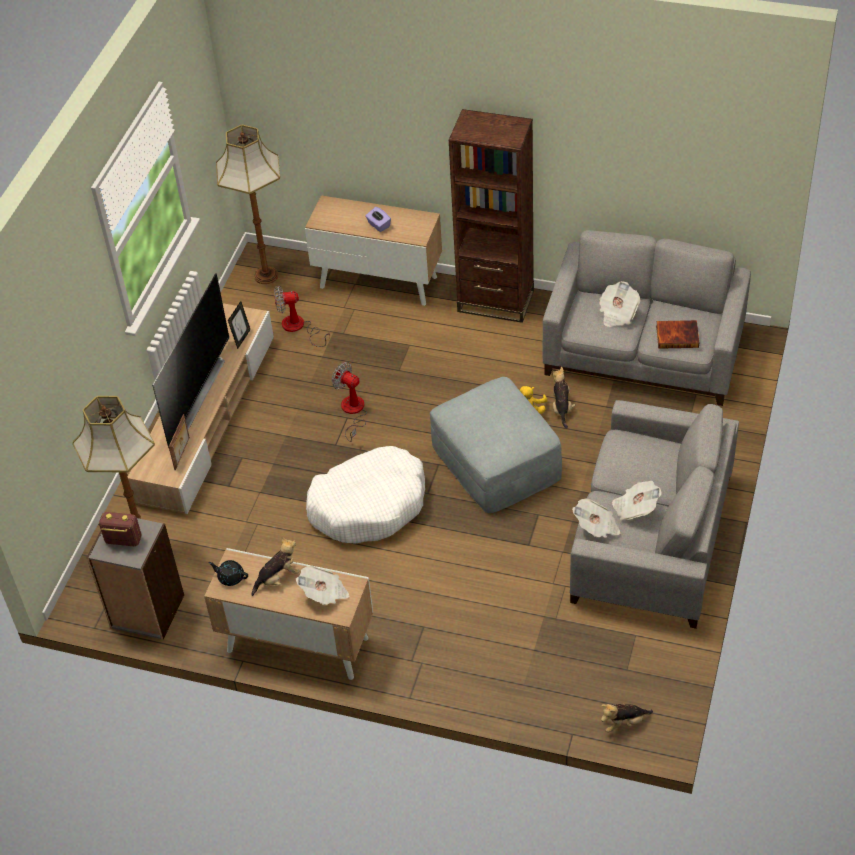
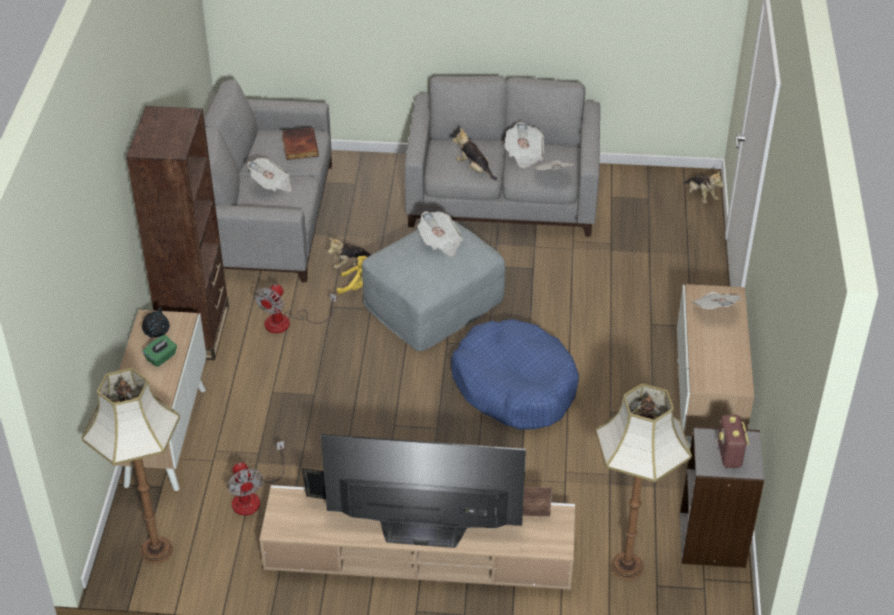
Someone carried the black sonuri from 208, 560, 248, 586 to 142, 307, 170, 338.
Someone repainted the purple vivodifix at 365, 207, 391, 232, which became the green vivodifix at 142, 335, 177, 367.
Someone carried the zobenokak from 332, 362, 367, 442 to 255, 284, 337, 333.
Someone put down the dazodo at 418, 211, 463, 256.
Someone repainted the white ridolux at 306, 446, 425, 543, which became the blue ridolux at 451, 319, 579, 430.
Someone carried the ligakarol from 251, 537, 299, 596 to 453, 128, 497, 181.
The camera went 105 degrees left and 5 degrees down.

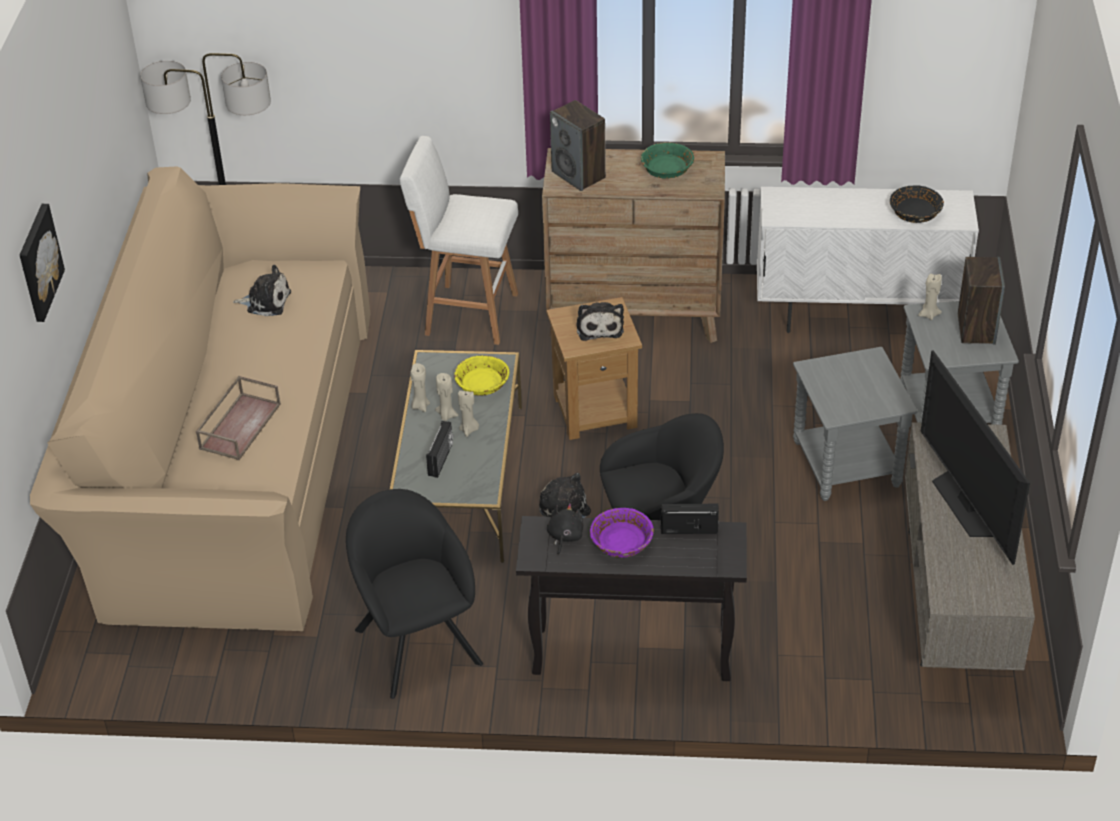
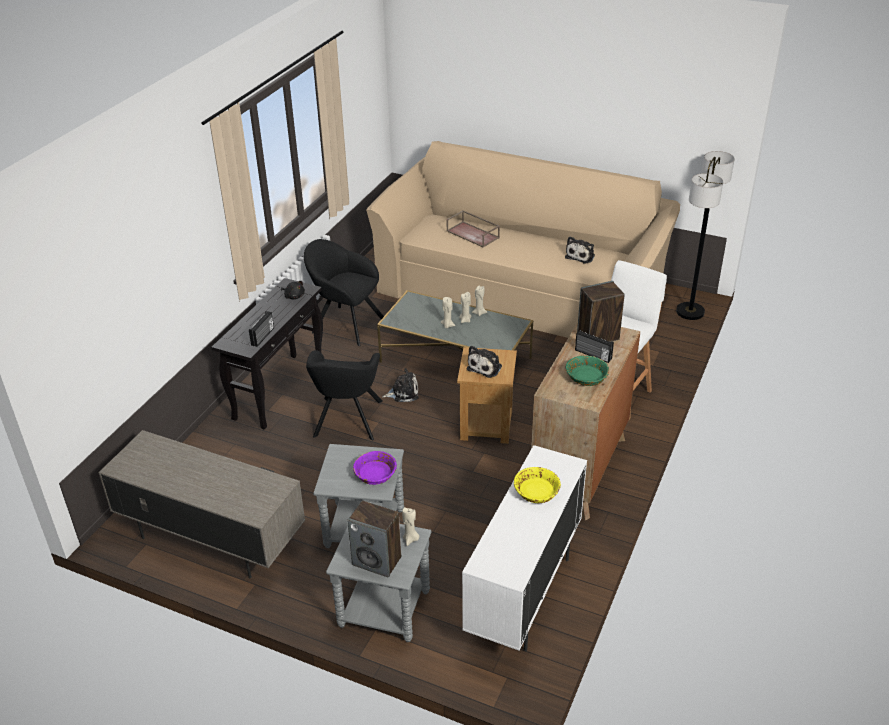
Someone rotated the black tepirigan at 346, 489, 483, 699 by 150 degrees counterclockwise.
Someone carried the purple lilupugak from 590, 508, 654, 558 to 353, 451, 397, 485.
Someone rotated the ligakarol at 576, 302, 624, 341 by 75 degrees counterclockwise.
Someone carried the yellow lilupugak from 454, 355, 510, 395 to 514, 467, 561, 503.
Someone carried the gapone from 426, 421, 453, 478 to 575, 330, 614, 363.
Someone took away the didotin at 20, 204, 65, 322.
Someone took away the black lilupugak at 890, 186, 944, 223.
Someone took away the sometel at 921, 350, 1030, 565.
The camera went 110 degrees right and 5 degrees down.

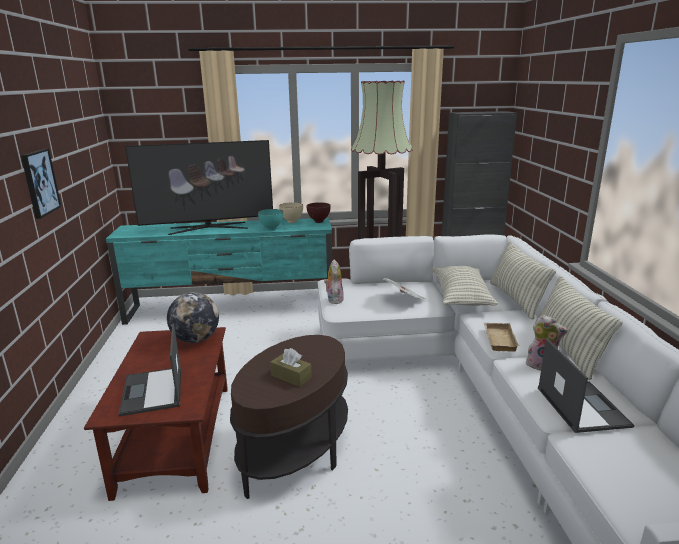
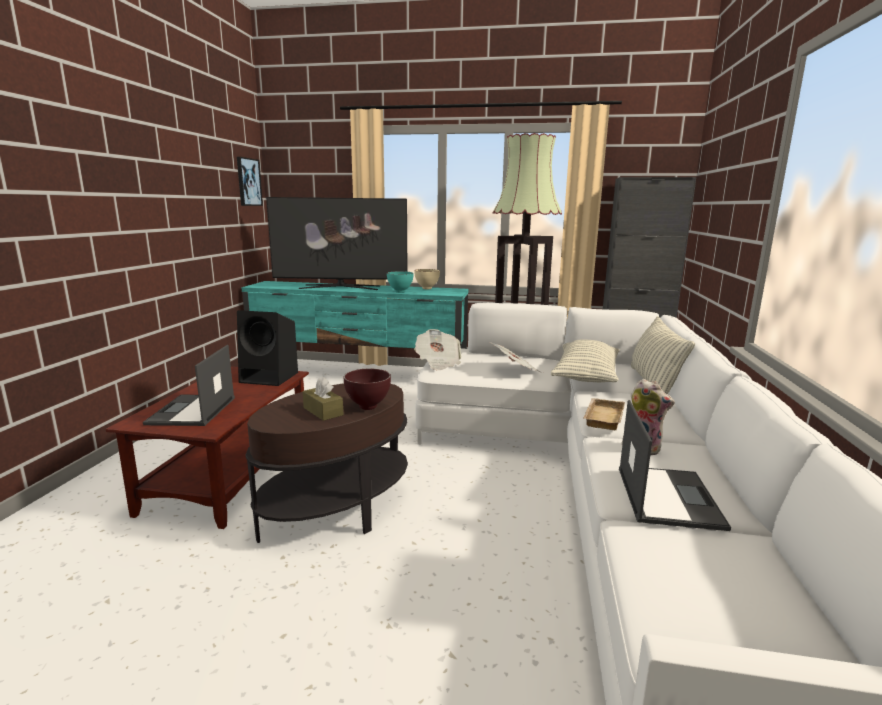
Someone carried the didotin from 21, 149, 61, 219 to 237, 157, 263, 206.
Someone swapped the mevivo at 167, 292, 219, 343 for the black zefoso at 237, 310, 298, 386.
Someone carried the brown lilupugak from 307, 202, 330, 223 to 344, 369, 391, 410.
Someone swapped the ligakarol at 324, 259, 344, 304 for the dazodo at 414, 329, 461, 370.
Someone took away the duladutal at 535, 275, 623, 380.
The camera went 15 degrees right and 5 degrees down.

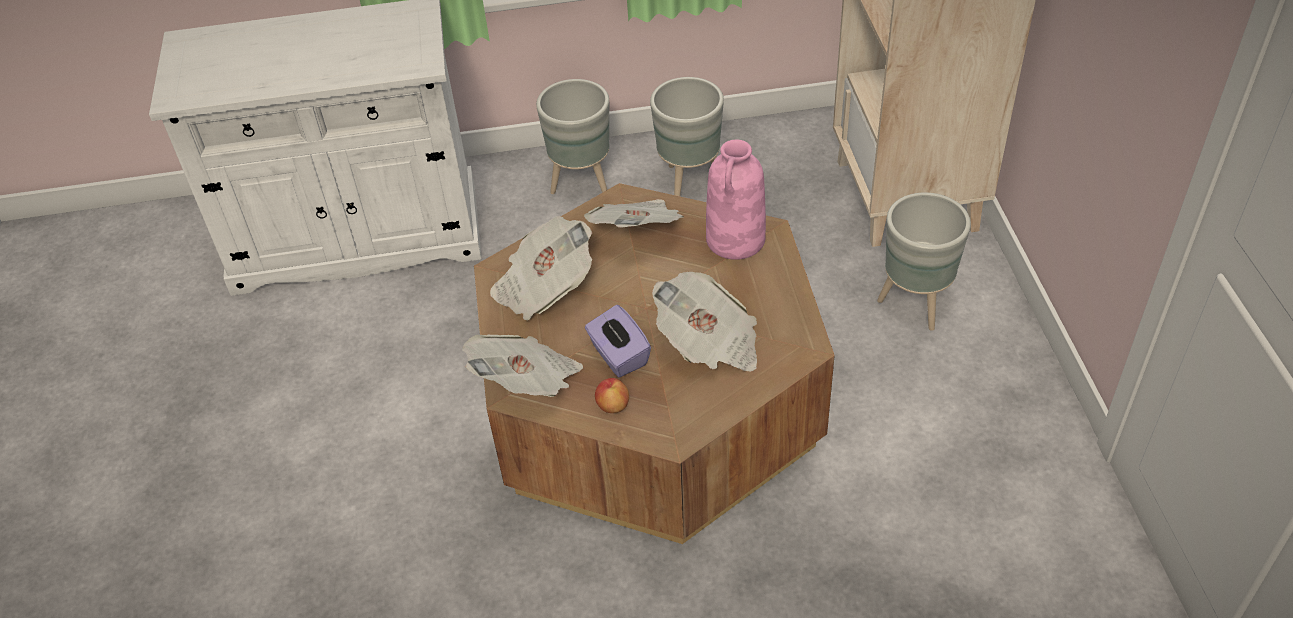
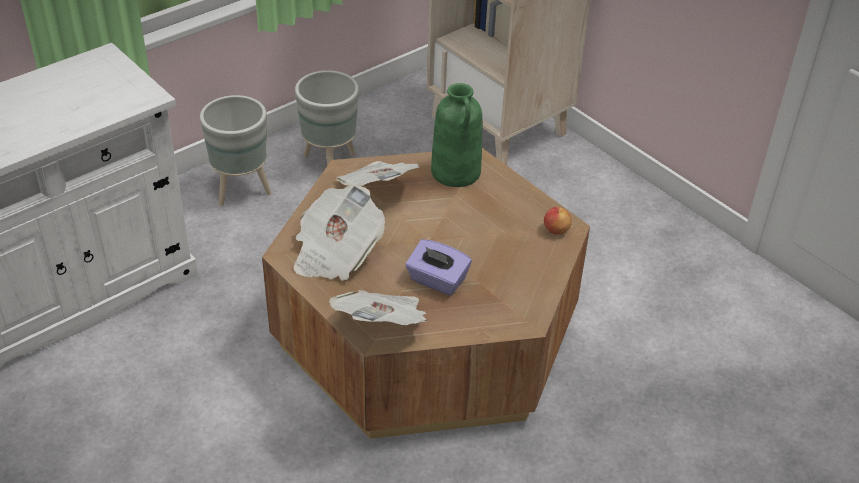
Someone repainted the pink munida at 706, 140, 766, 260, which became the green munida at 431, 83, 482, 187.
Someone carried the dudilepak from 595, 378, 629, 413 to 544, 207, 572, 235.
Someone took away the dazodo at 652, 272, 757, 372.
Someone took away the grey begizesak at 877, 193, 971, 331.
The camera went 35 degrees left and 5 degrees down.

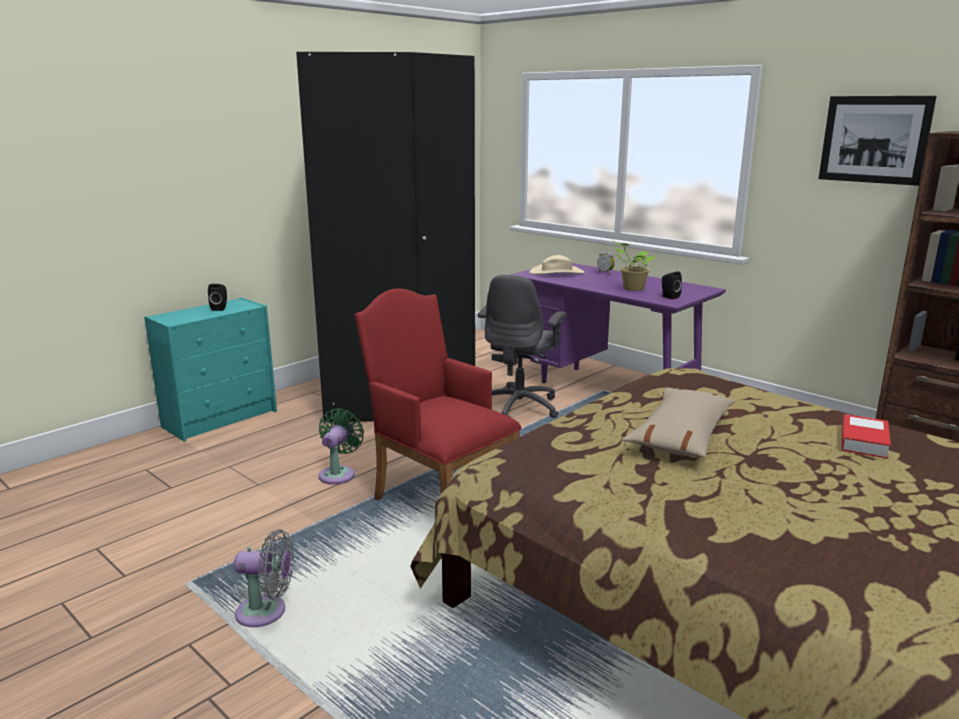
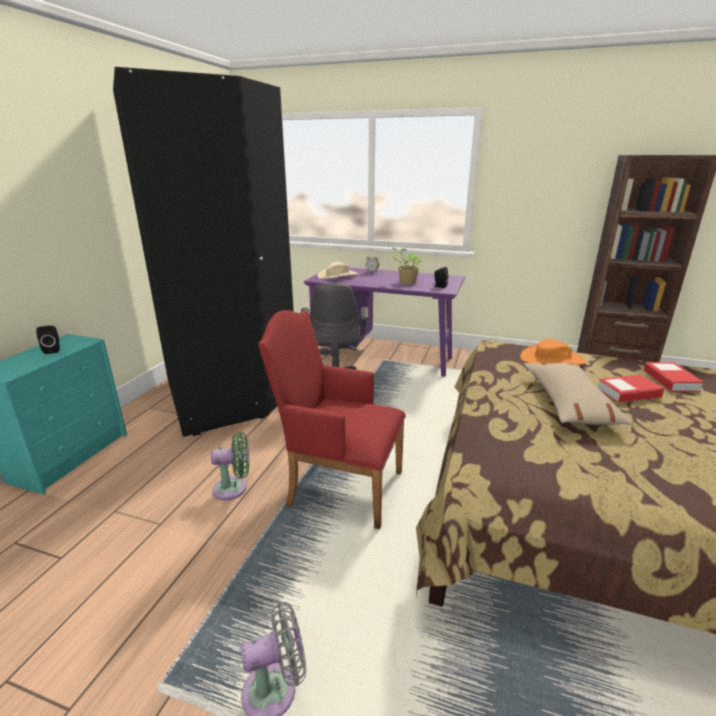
Someone rotated the green zobenokak at 319, 409, 364, 485 by 90 degrees clockwise.
Someone put down the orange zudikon at 520, 339, 586, 365.
Someone put down the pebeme at 598, 375, 664, 403.
Someone took away the didotin at 819, 96, 937, 186.
The camera went 25 degrees left and 5 degrees up.

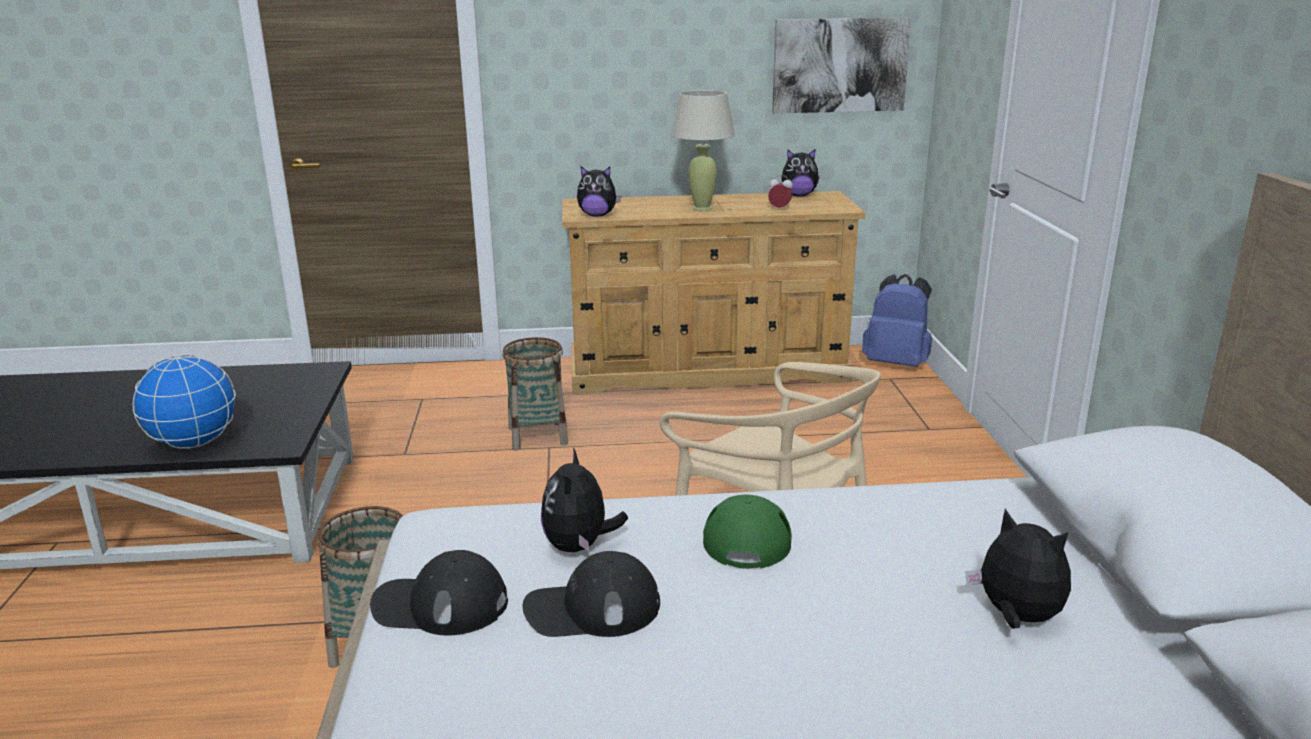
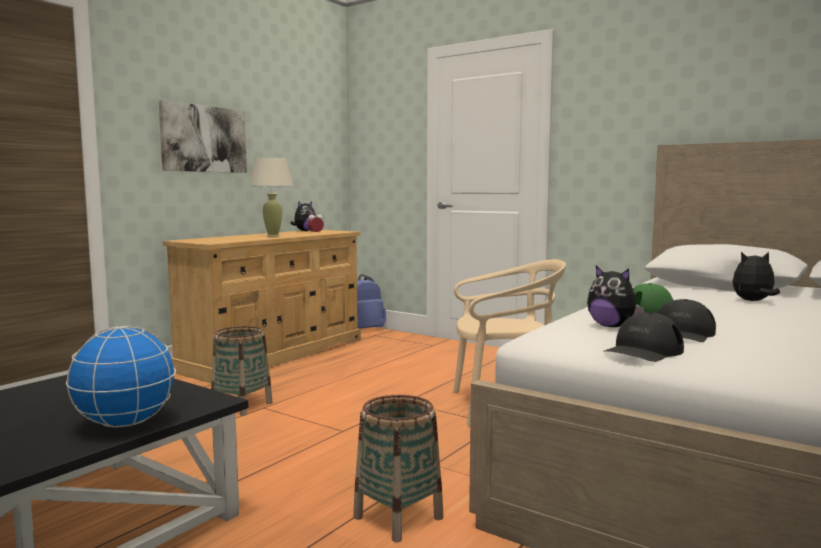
Someone carried the didotin from 772, 17, 911, 113 to 159, 100, 247, 173.
Someone took away the ligakarol at 577, 166, 621, 216.
The camera went 50 degrees left and 15 degrees down.

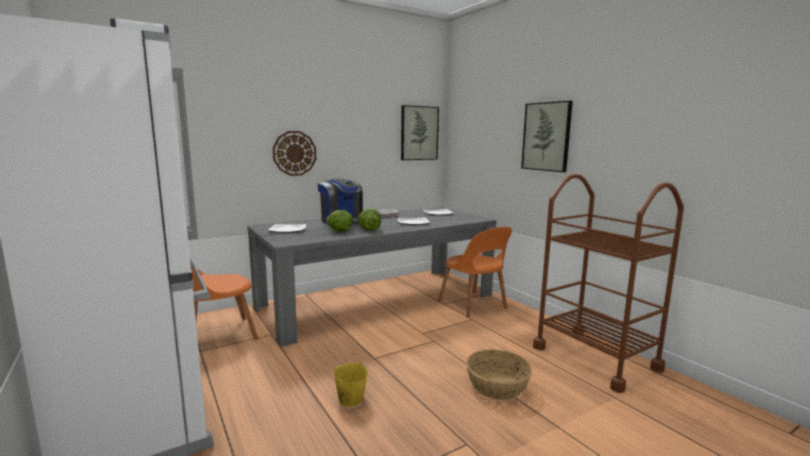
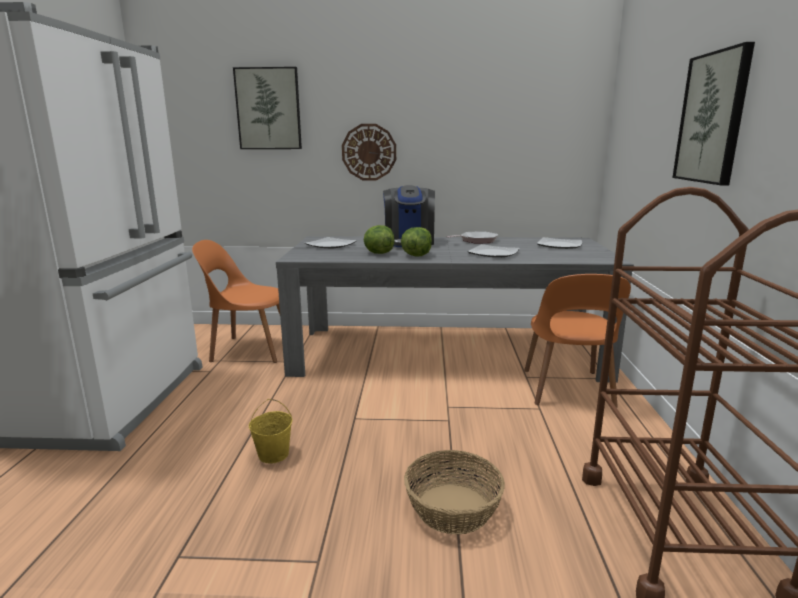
Someone carried the didotin from 401, 105, 439, 160 to 233, 67, 302, 149.
The camera went 35 degrees right and 5 degrees up.

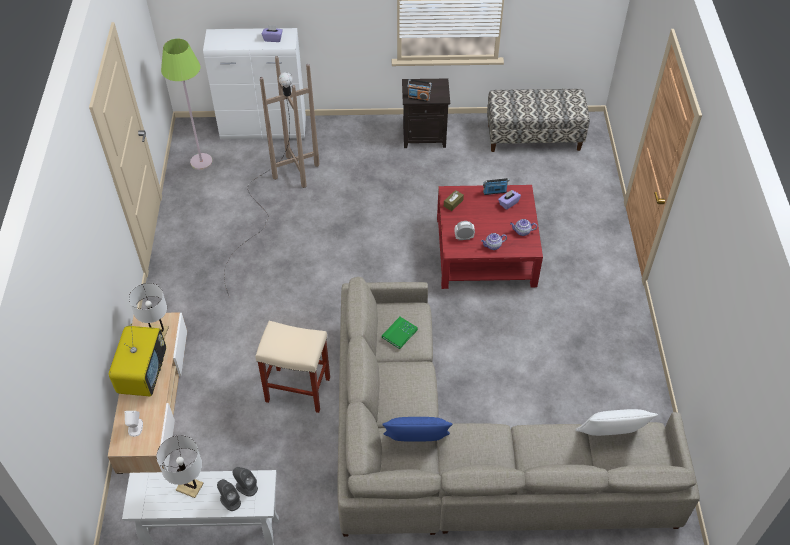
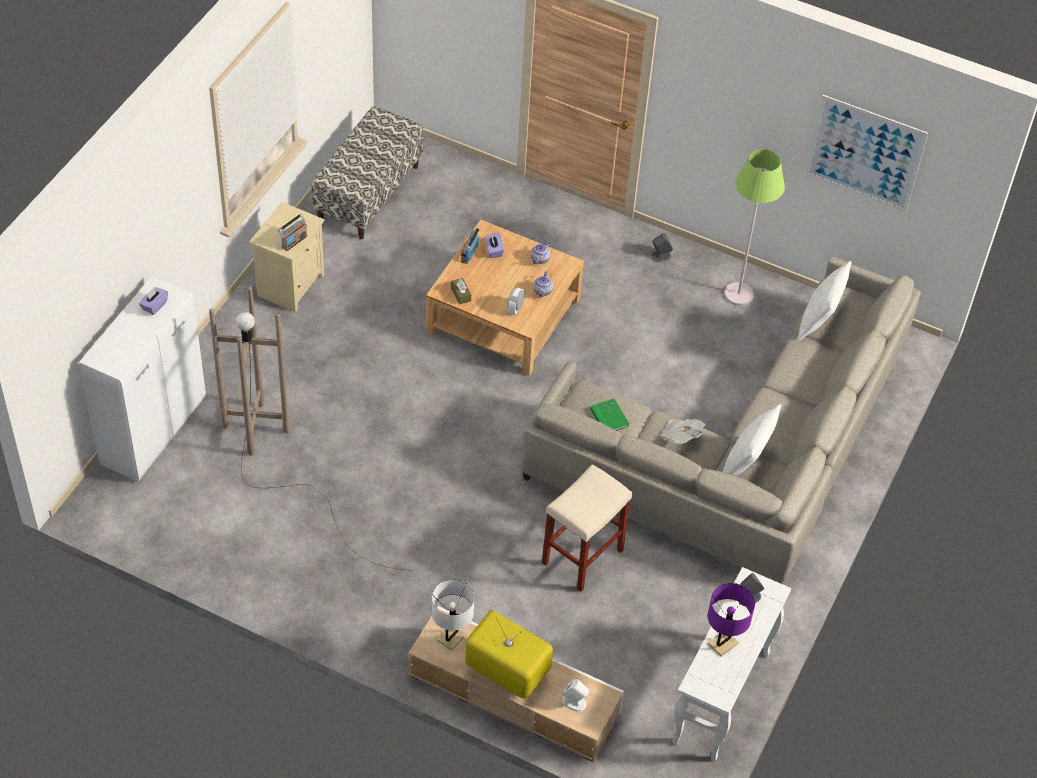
Someone repainted the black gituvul at 402, 79, 450, 148, which became the beige gituvul at 249, 202, 324, 312.
Someone repainted the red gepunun at 437, 185, 543, 289, which became the beige gepunun at 426, 220, 584, 376.
Someone carried the grey zefoso from 217, 479, 241, 511 to 651, 233, 673, 262.
Someone put down the dazodo at 660, 419, 706, 444.
Someone repainted the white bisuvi at 157, 435, 204, 498, which became the purple bisuvi at 708, 583, 755, 657.
Someone repainted the blue duladutal at 382, 417, 452, 442, which became the white duladutal at 723, 404, 781, 476.
Someone carried the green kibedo from 161, 39, 213, 170 to 725, 149, 785, 306.
Someone put up the didotin at 806, 95, 928, 212.
The camera went 65 degrees left and 0 degrees up.

